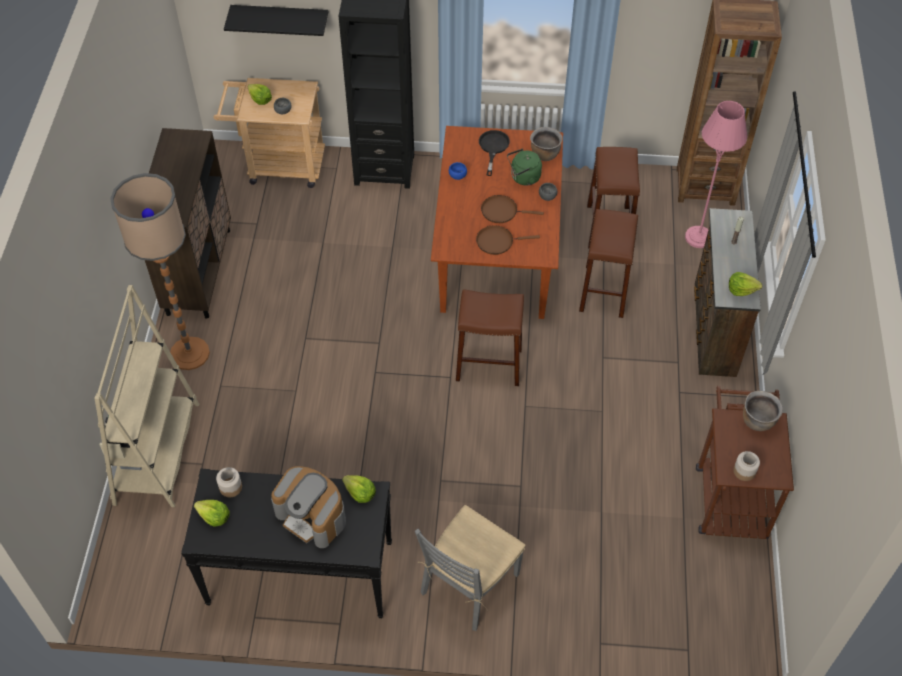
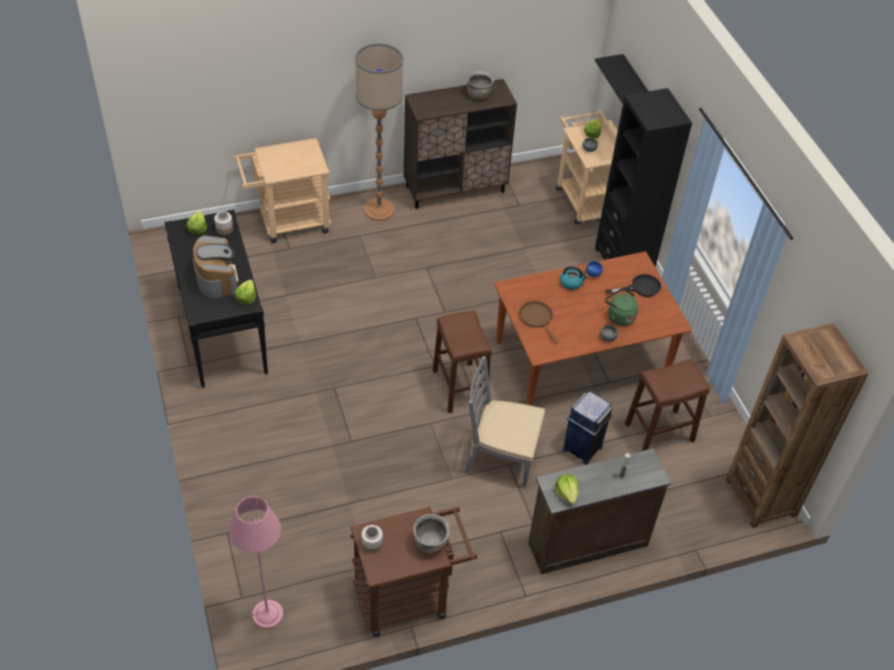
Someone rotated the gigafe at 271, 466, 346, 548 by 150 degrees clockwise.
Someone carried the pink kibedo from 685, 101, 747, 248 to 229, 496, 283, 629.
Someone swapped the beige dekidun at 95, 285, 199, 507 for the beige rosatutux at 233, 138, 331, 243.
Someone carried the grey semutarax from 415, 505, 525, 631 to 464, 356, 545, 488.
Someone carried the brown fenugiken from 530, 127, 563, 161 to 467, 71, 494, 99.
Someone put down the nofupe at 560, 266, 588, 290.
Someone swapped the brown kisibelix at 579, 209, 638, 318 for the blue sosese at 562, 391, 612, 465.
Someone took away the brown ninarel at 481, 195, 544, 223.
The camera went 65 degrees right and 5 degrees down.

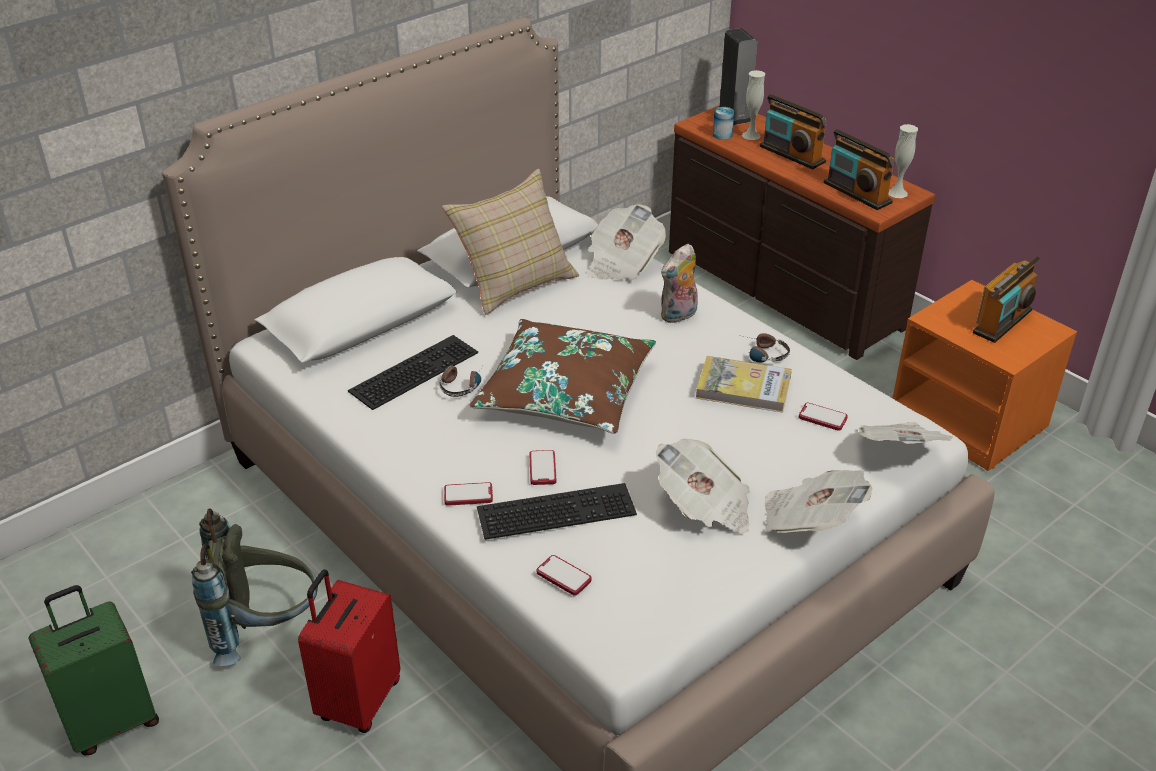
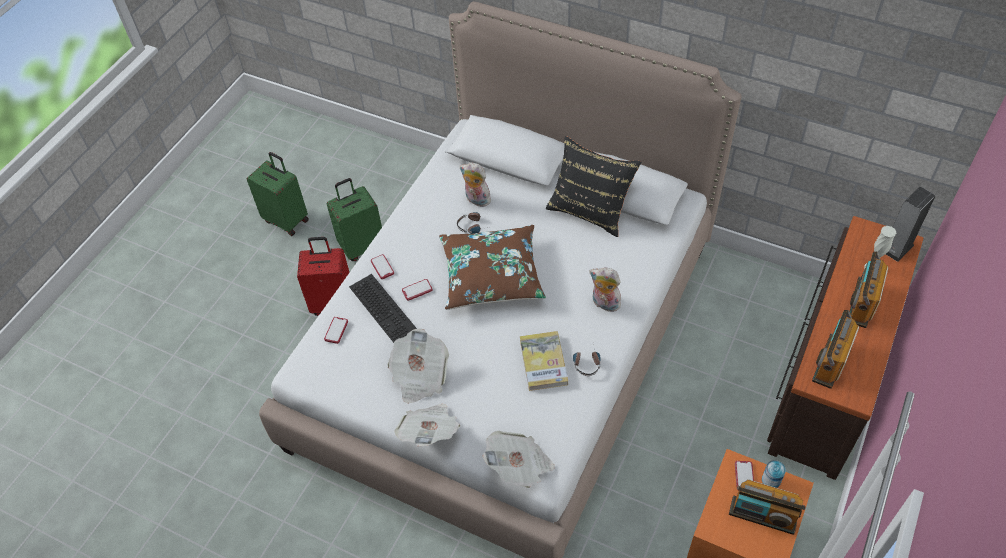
Someone swapped the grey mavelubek at 191, 508, 318, 666 for the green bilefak at 327, 178, 382, 261.
Someone swapped the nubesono at 348, 335, 478, 410 for the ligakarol at 460, 162, 491, 207.
Someone repainted the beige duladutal at 442, 169, 579, 315, which became the black duladutal at 546, 136, 641, 237.
Someone carried the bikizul from 799, 403, 848, 431 to 735, 461, 754, 491.
Someone carried the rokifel from 713, 107, 734, 140 to 762, 460, 786, 488.
Someone took away the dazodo at 588, 204, 666, 280.
Someone took away the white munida at 889, 124, 918, 198.
The camera went 70 degrees right and 15 degrees up.

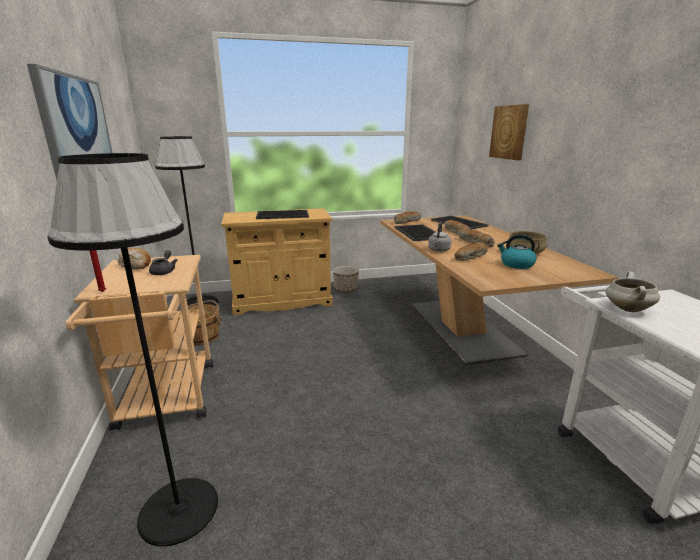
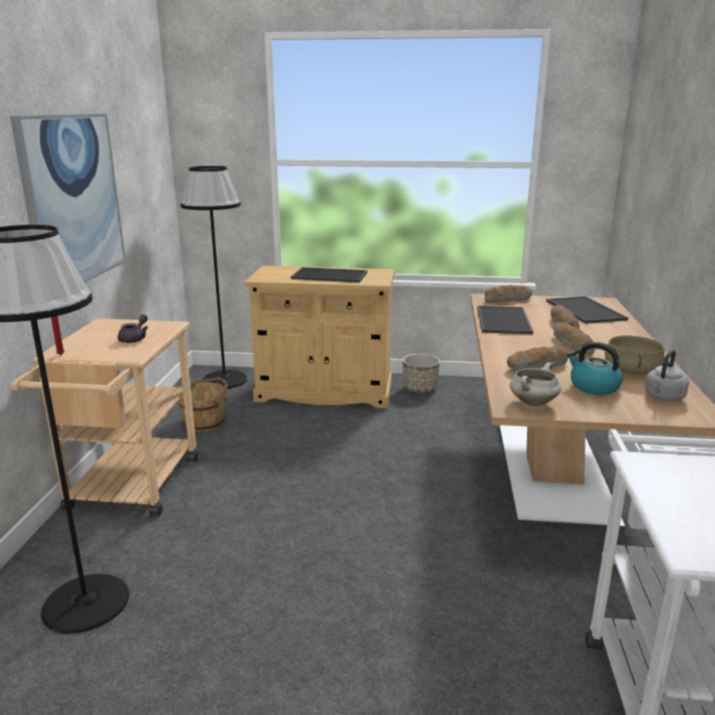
Someone carried the white fenugiken from 606, 272, 660, 312 to 510, 362, 561, 406.
Someone carried the grey nofupe from 428, 222, 451, 252 to 645, 350, 689, 401.
Someone took away the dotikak at 117, 248, 151, 269.
Someone took away the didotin at 489, 104, 529, 160.
The camera went 20 degrees right and 0 degrees up.

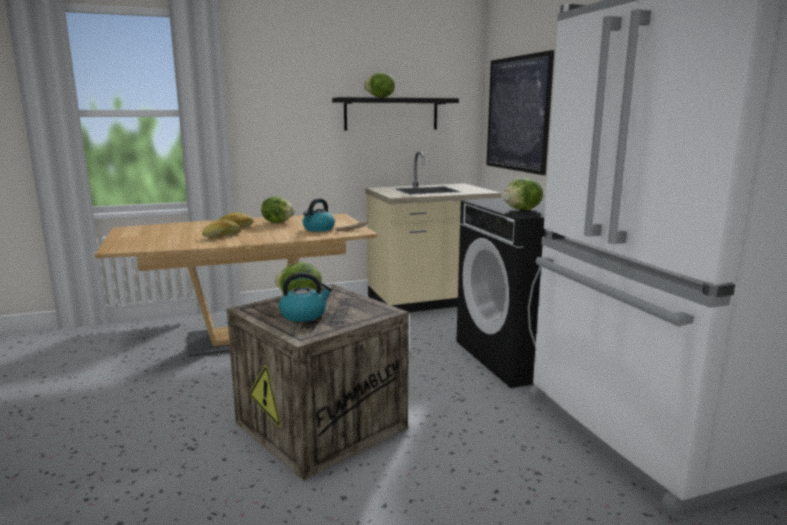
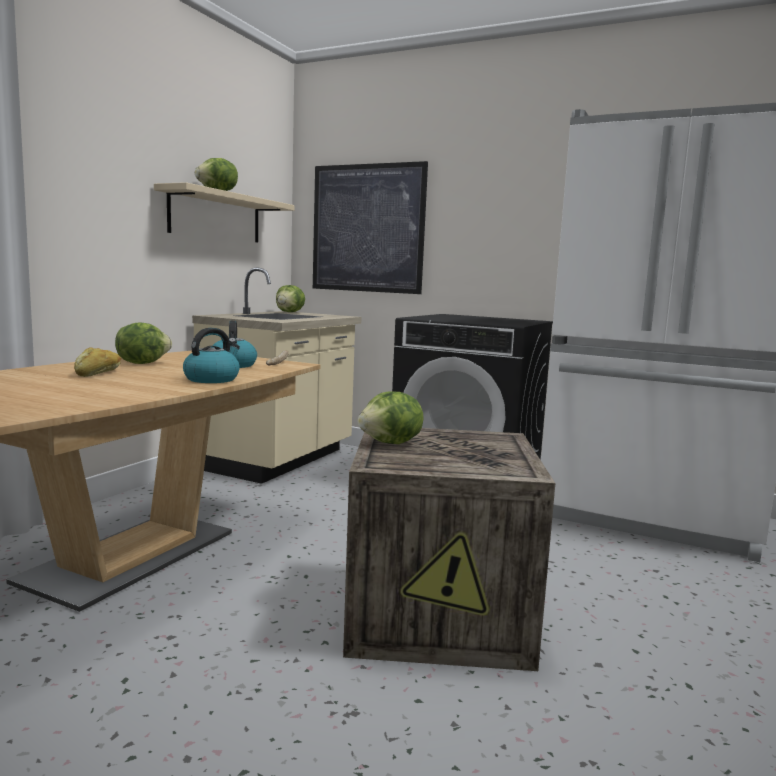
Someone repainted the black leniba at 332, 97, 459, 131, which became the beige leniba at 154, 182, 294, 242.
Someone carried the nofupe from 279, 272, 333, 322 to 183, 328, 240, 383.
Someone carried the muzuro from 503, 178, 543, 210 to 276, 285, 305, 312.
Someone took away the dotikak at 202, 220, 241, 238.
The camera went 45 degrees left and 5 degrees down.

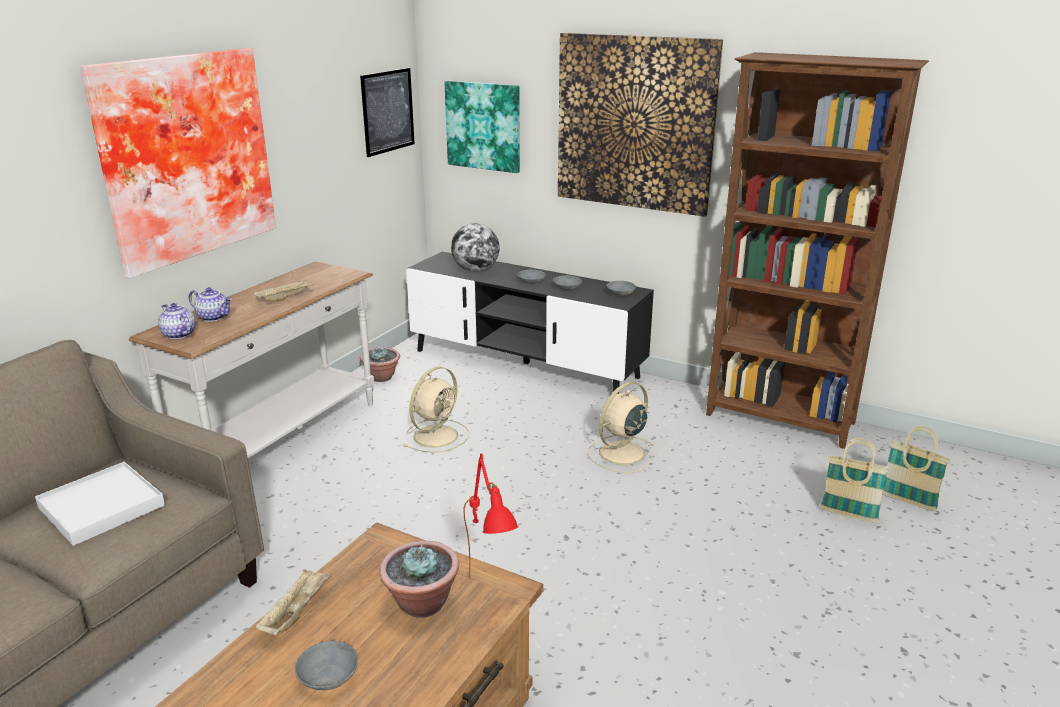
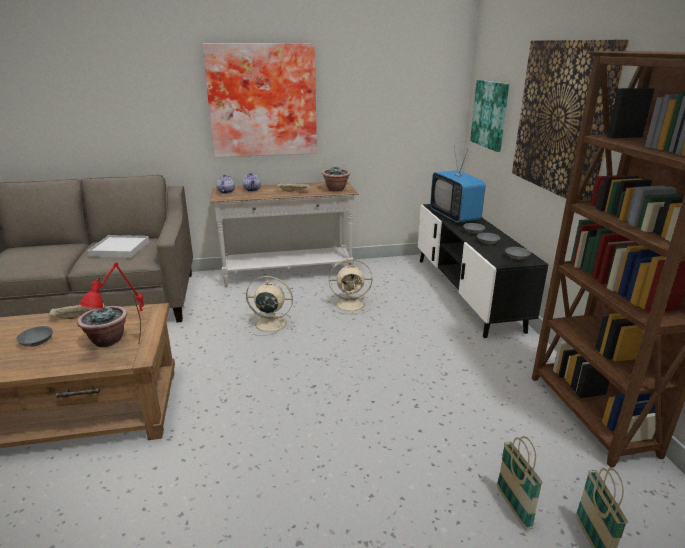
Someone carried the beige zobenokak from 587, 382, 655, 473 to 246, 276, 294, 336.
Someone carried the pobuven from 360, 347, 400, 382 to 322, 167, 350, 191.
Someone swapped the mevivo at 451, 223, 500, 272 for the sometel at 430, 145, 486, 223.
Someone took away the didotin at 360, 68, 415, 157.
The camera went 50 degrees right and 0 degrees up.

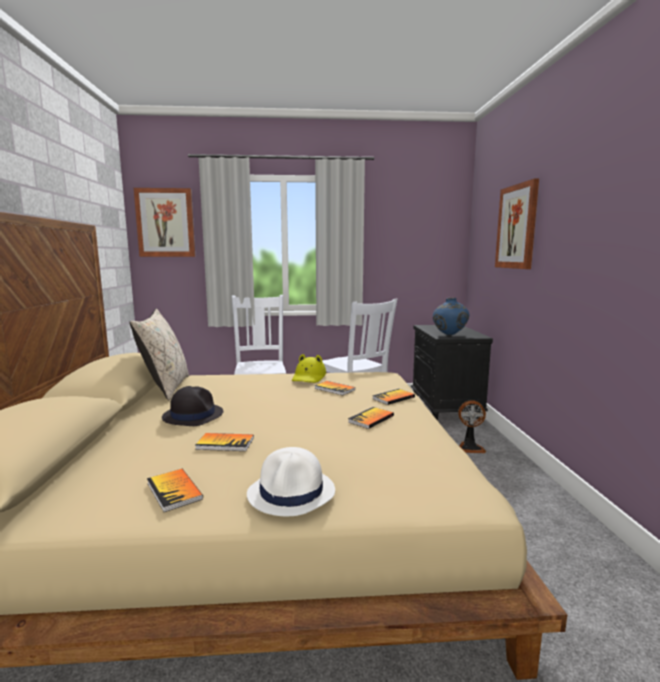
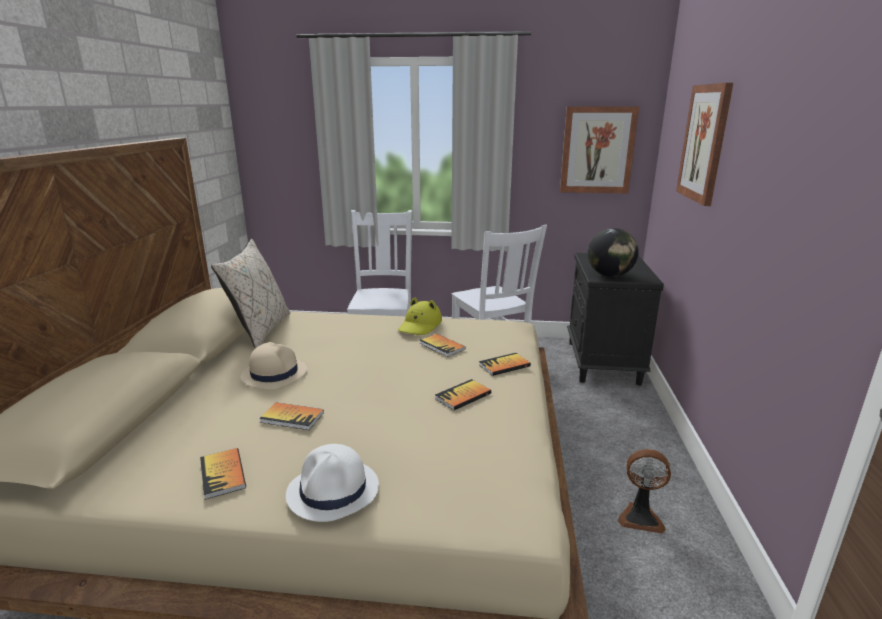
Someone repainted the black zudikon at 162, 386, 223, 426, which became the beige zudikon at 241, 342, 307, 390.
Someone carried the didotin from 134, 188, 195, 257 to 560, 106, 639, 194.
Someone swapped the blue munida at 433, 298, 469, 335 for the mevivo at 588, 228, 639, 277.
Someone carried the zobenokak from 458, 400, 486, 453 to 618, 449, 671, 534.
The camera went 10 degrees right and 10 degrees up.

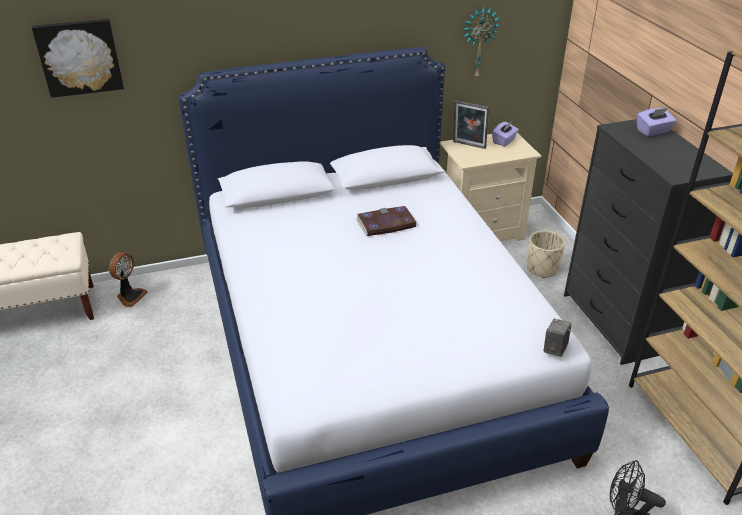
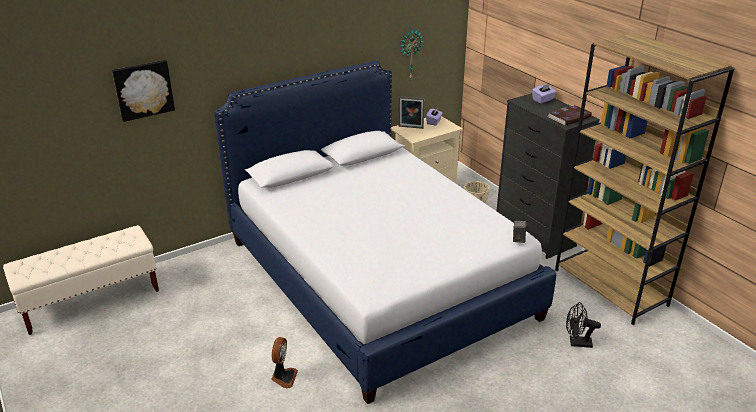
Someone carried the zobenokak from 109, 252, 148, 307 to 271, 337, 298, 389.
Someone carried the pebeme from 356, 206, 417, 236 to 548, 105, 592, 125.
The camera went 15 degrees left and 5 degrees down.

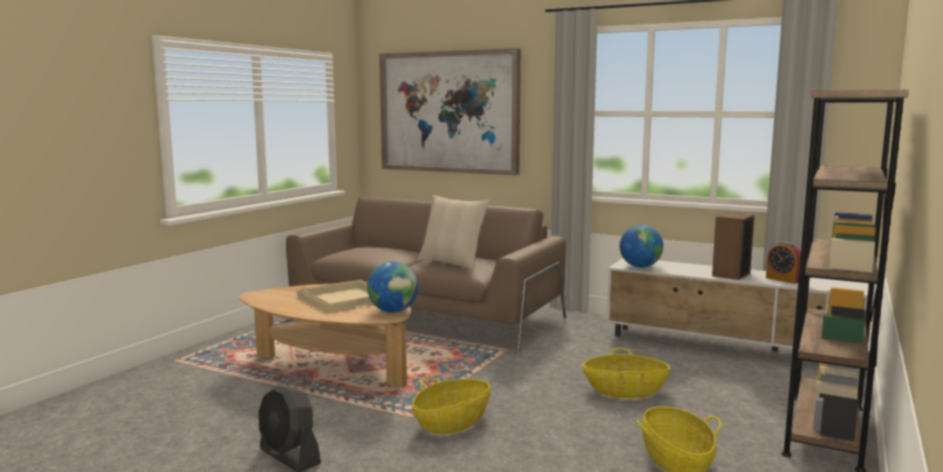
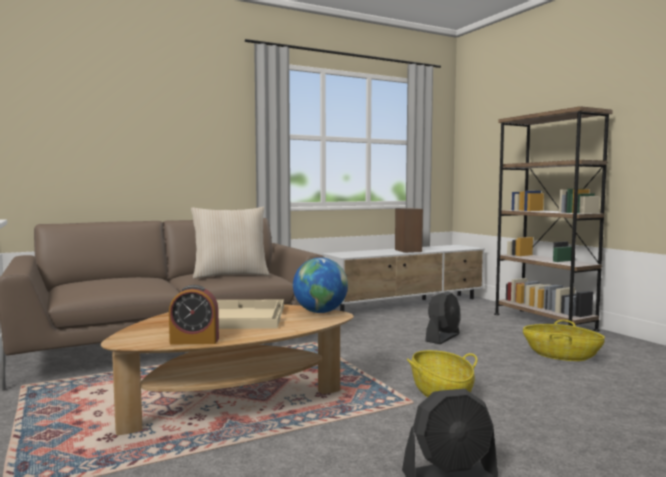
Someone carried the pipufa from 766, 242, 801, 284 to 169, 285, 219, 345.
Someone swapped the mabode at 582, 348, 670, 399 for the black zobenokak at 425, 291, 461, 344.
Someone took away the didotin at 379, 48, 521, 175.
Someone took away the mevivo at 620, 225, 663, 268.
The camera went 55 degrees left and 5 degrees down.

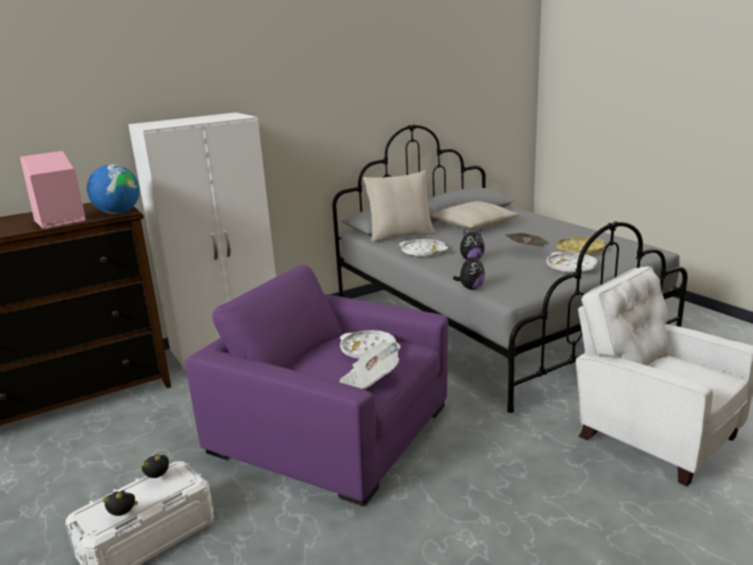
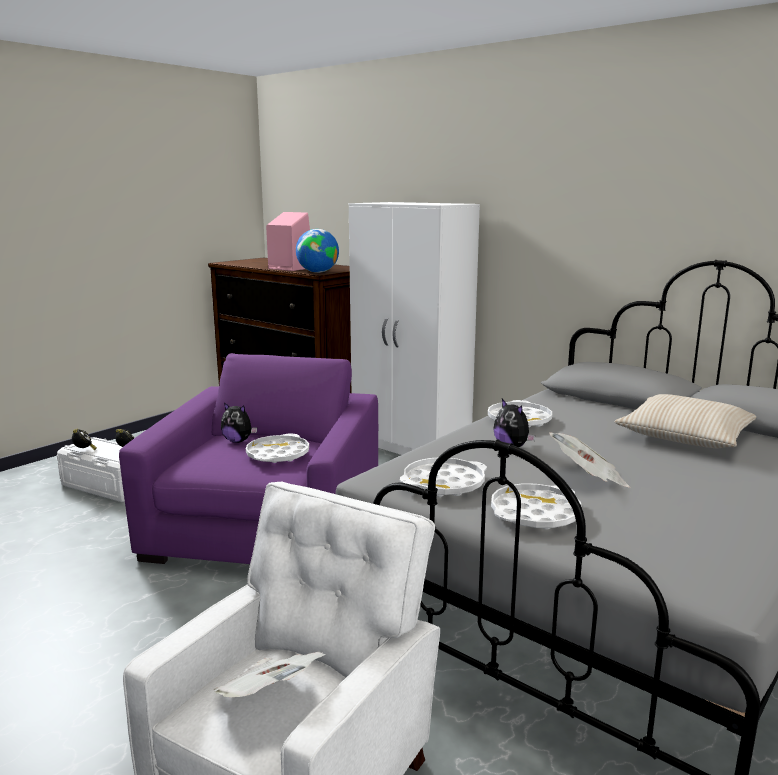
Someone carried the dazodo from 339, 341, 401, 389 to 213, 652, 325, 698.
Someone carried the ligakarol from 453, 253, 485, 290 to 221, 402, 257, 443.
Someone put down the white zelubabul at 400, 458, 487, 497.
Someone took away the beige duladutal at 363, 170, 435, 242.
Someone took away the yellow zelubabul at 556, 237, 605, 255.
The camera went 70 degrees right and 5 degrees down.

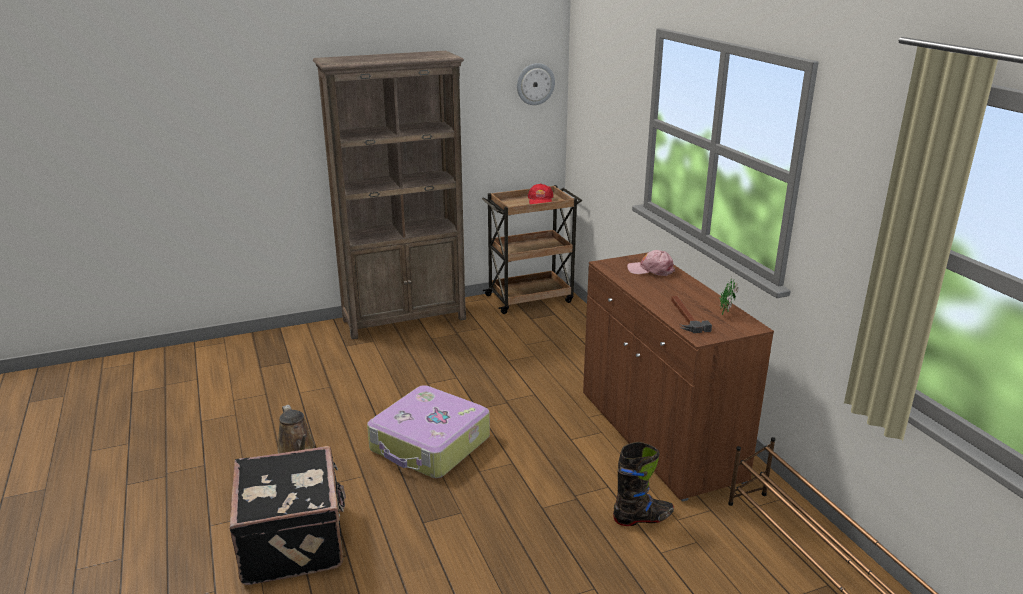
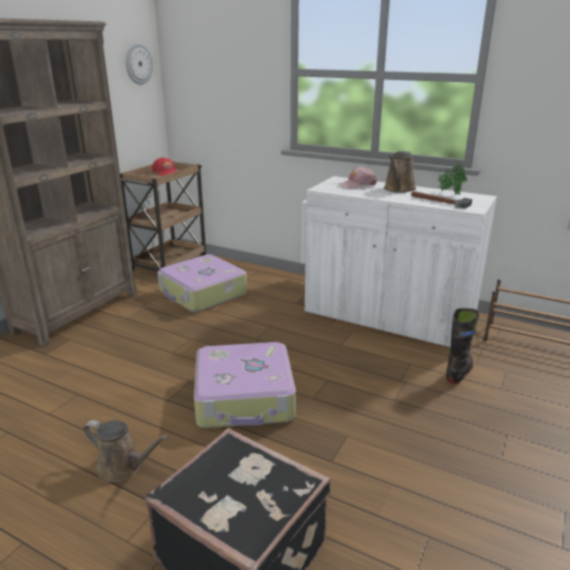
Someone put down the bilefak at 158, 254, 247, 312.
Someone repainted the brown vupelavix at 583, 253, 774, 502, which became the white vupelavix at 305, 176, 497, 347.
Someone put down the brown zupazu at 384, 151, 416, 193.
The camera went 40 degrees left and 0 degrees up.

